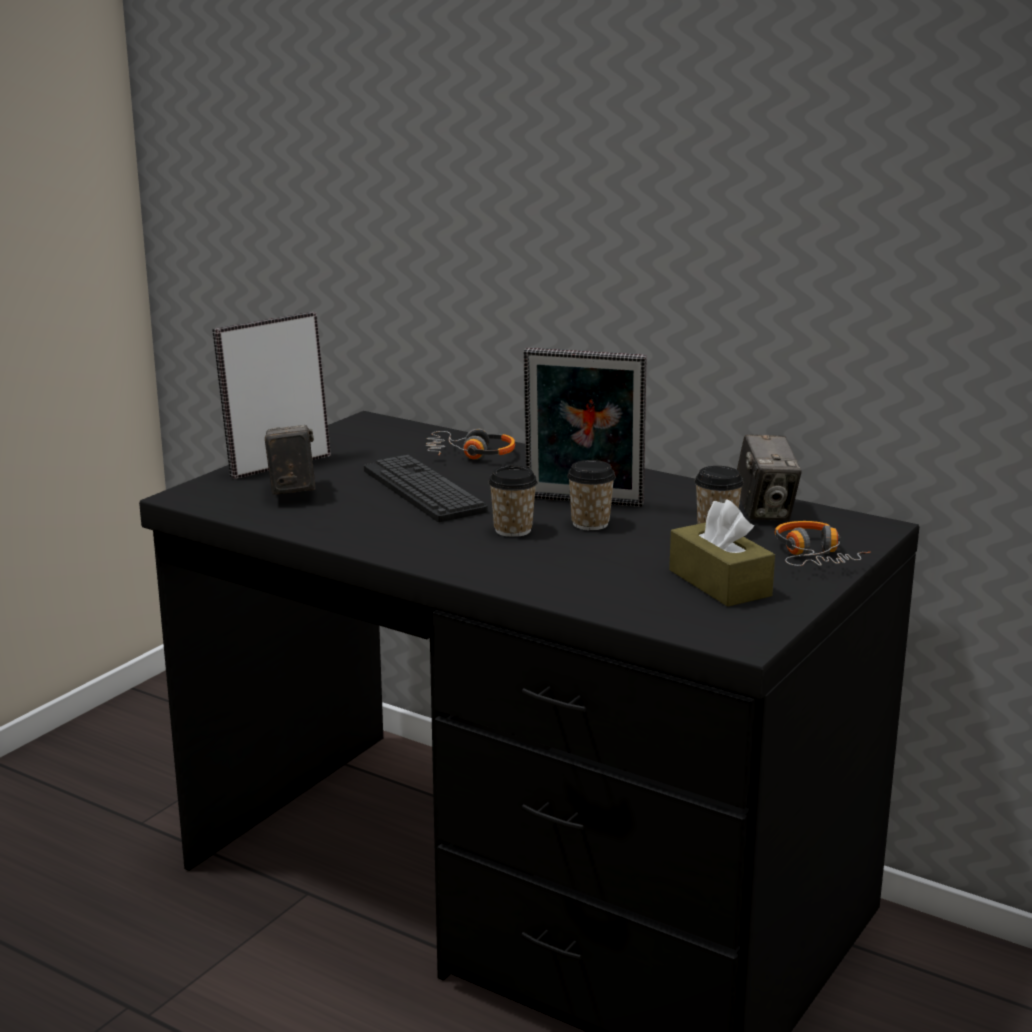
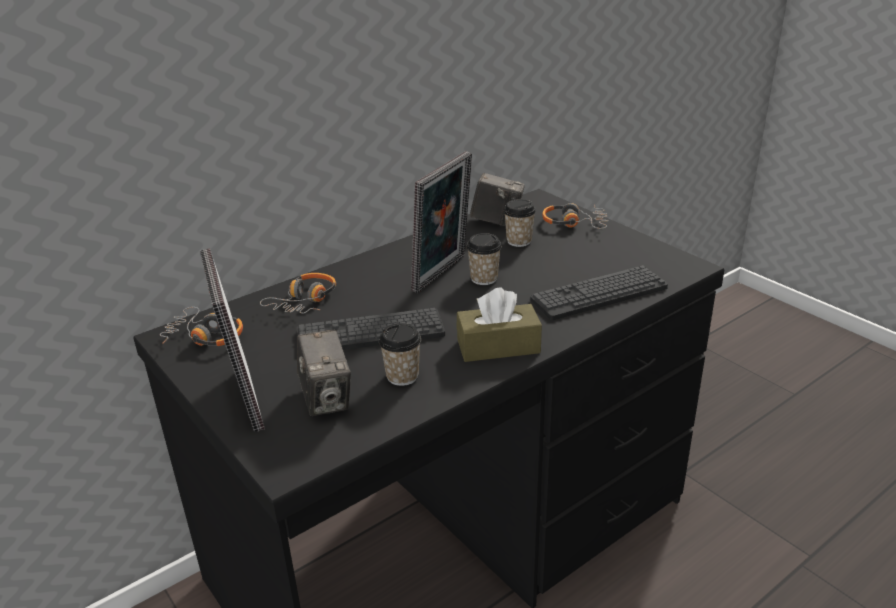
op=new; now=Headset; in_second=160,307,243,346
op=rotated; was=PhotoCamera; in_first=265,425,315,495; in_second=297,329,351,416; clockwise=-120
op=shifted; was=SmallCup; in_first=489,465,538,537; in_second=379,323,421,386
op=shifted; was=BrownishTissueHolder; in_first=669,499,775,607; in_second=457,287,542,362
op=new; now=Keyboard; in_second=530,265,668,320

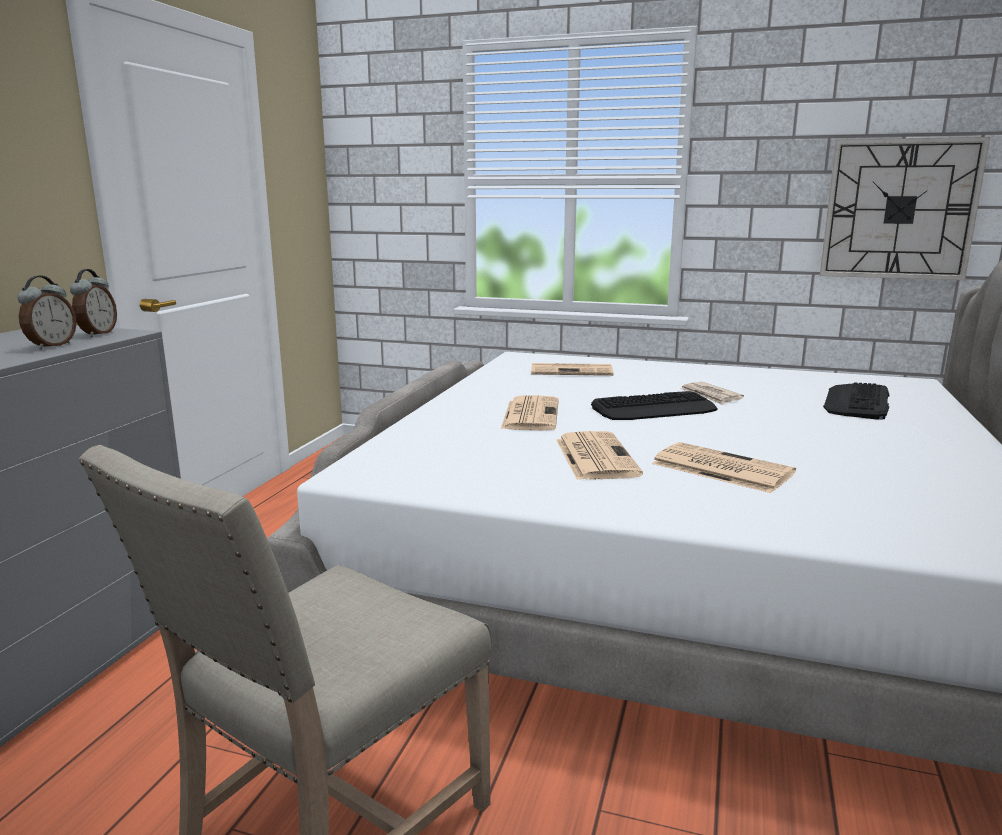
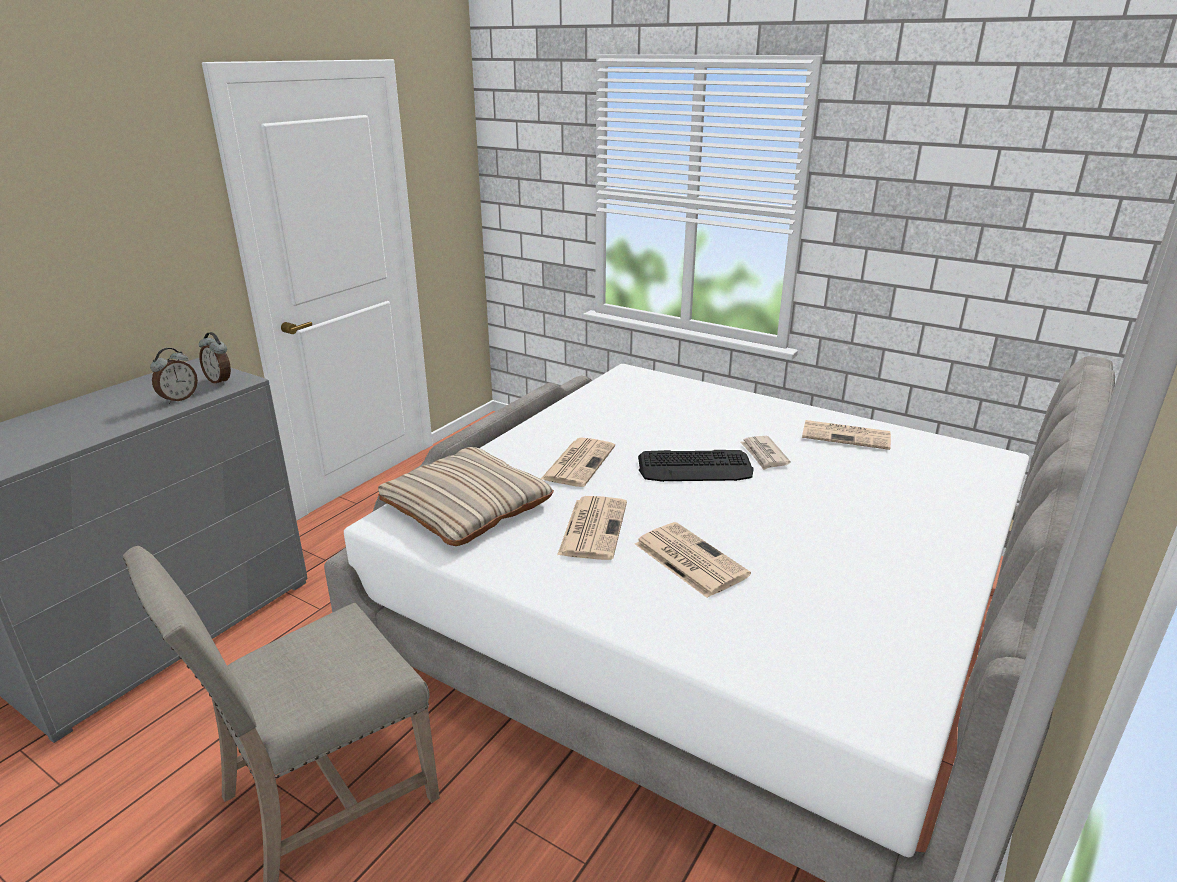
op=rotated; was=AlarmClock; in_first=70,269,117,337; in_second=199,332,231,385; clockwise=105
op=new; now=SandColouredThrowPillow; in_second=378,447,554,546
op=shifted; was=PrintedPaper; in_first=531,363,613,376; in_second=802,420,891,450
op=gone; was=WallClock; in_first=820,137,990,280
op=gone; was=Keyboard; in_first=823,382,889,420

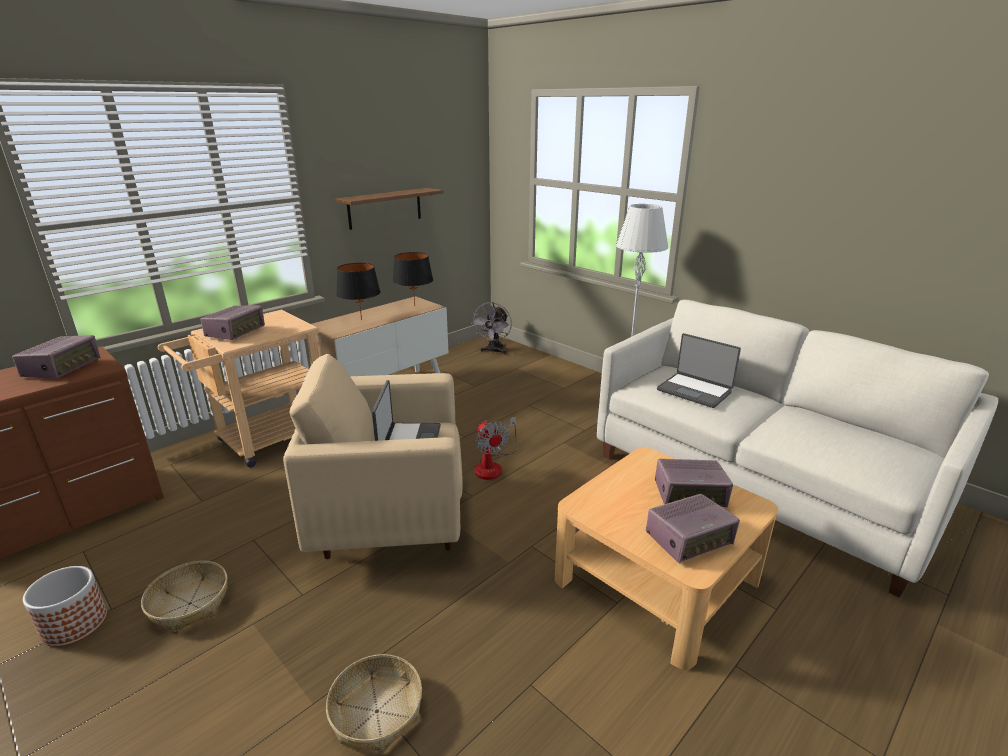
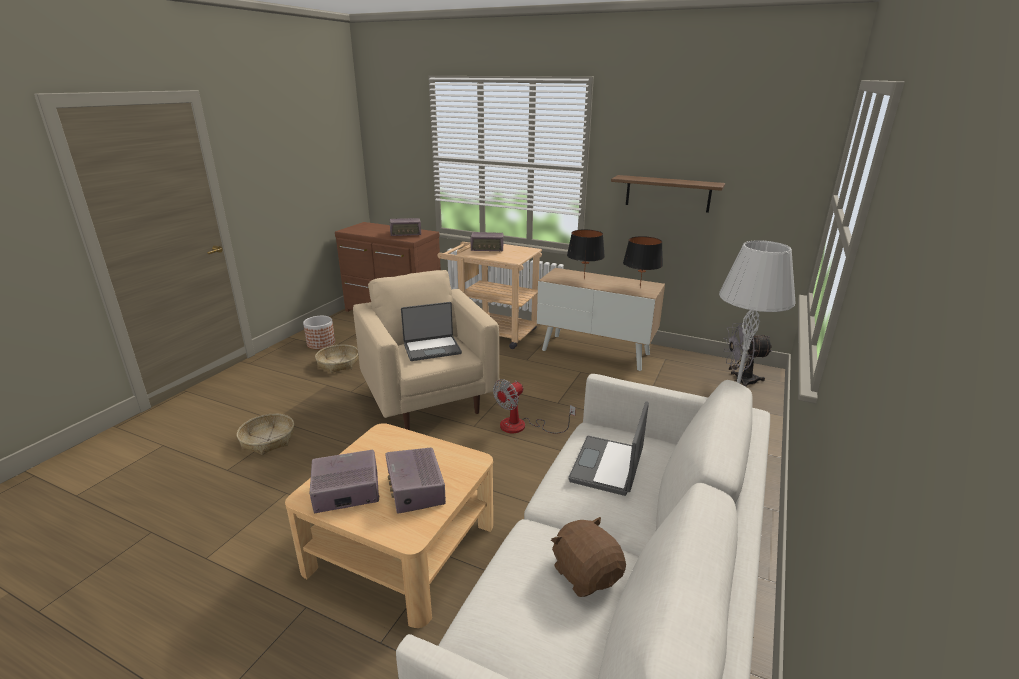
op=rotated; was=RadioSet; in_first=646,494,740,563; in_second=310,450,379,513; clockwise=120
op=new; now=BrownishSoftToy; in_second=551,517,626,597

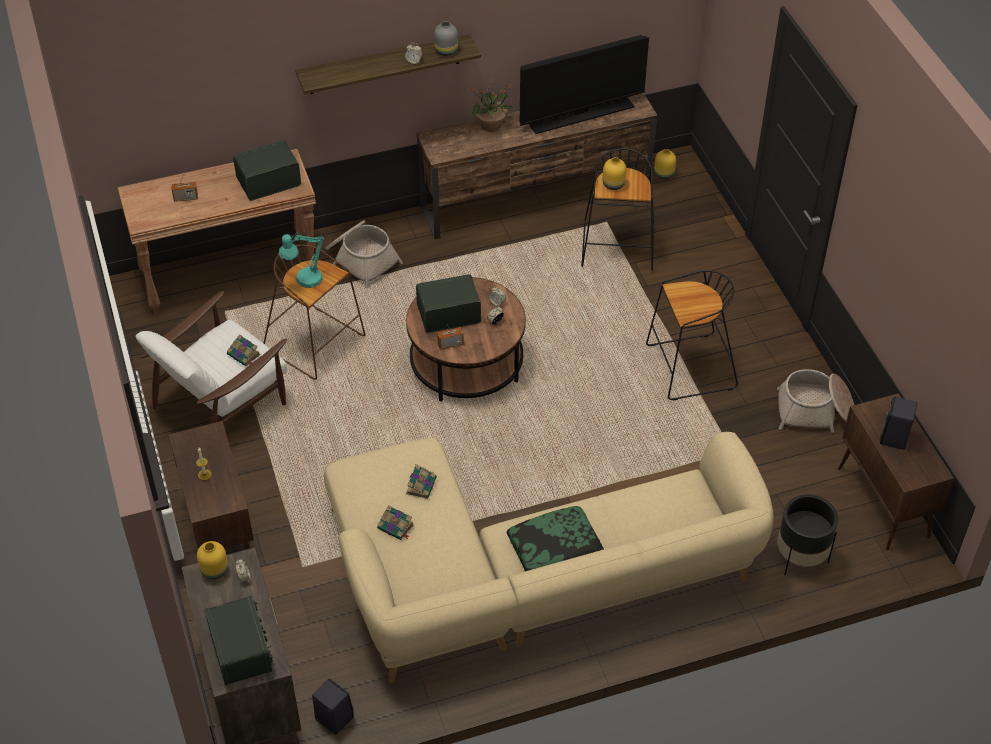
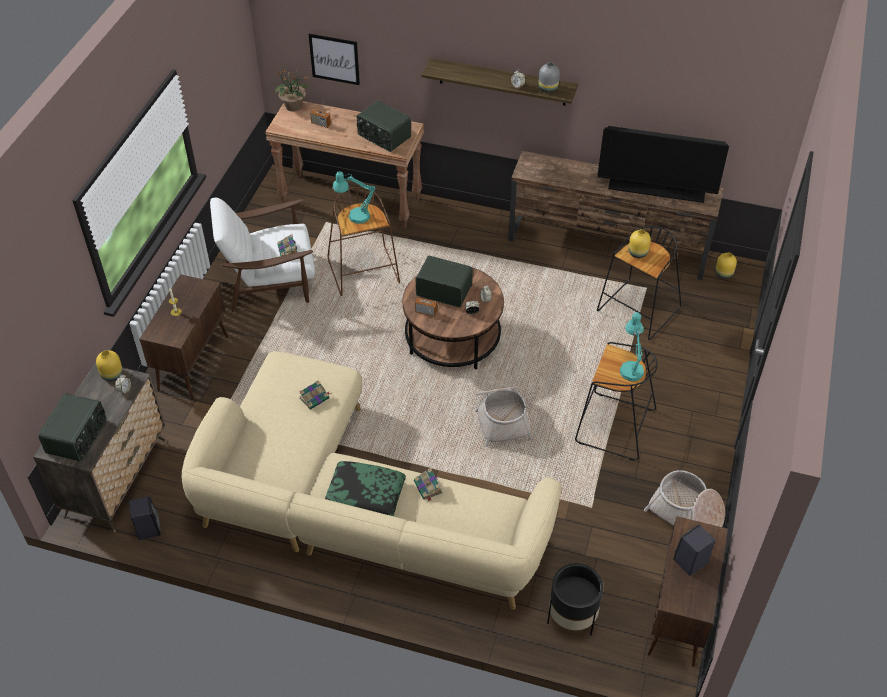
op=shifted; was=PlantInAPot; in_first=470,80,516,132; in_second=275,68,311,111
op=new; now=Picture; in_second=308,34,360,85
op=rotated; was=RadioSet; in_first=233,140,301,201; in_second=357,101,411,152; clockwise=-150
op=shifted; was=BoundBook; in_first=377,505,414,540; in_second=414,468,442,501
op=shifted; was=Basket; in_first=326,220,403,288; in_second=475,386,532,447
op=new; now=TurquoiseTabletopLamp; in_second=620,312,644,381

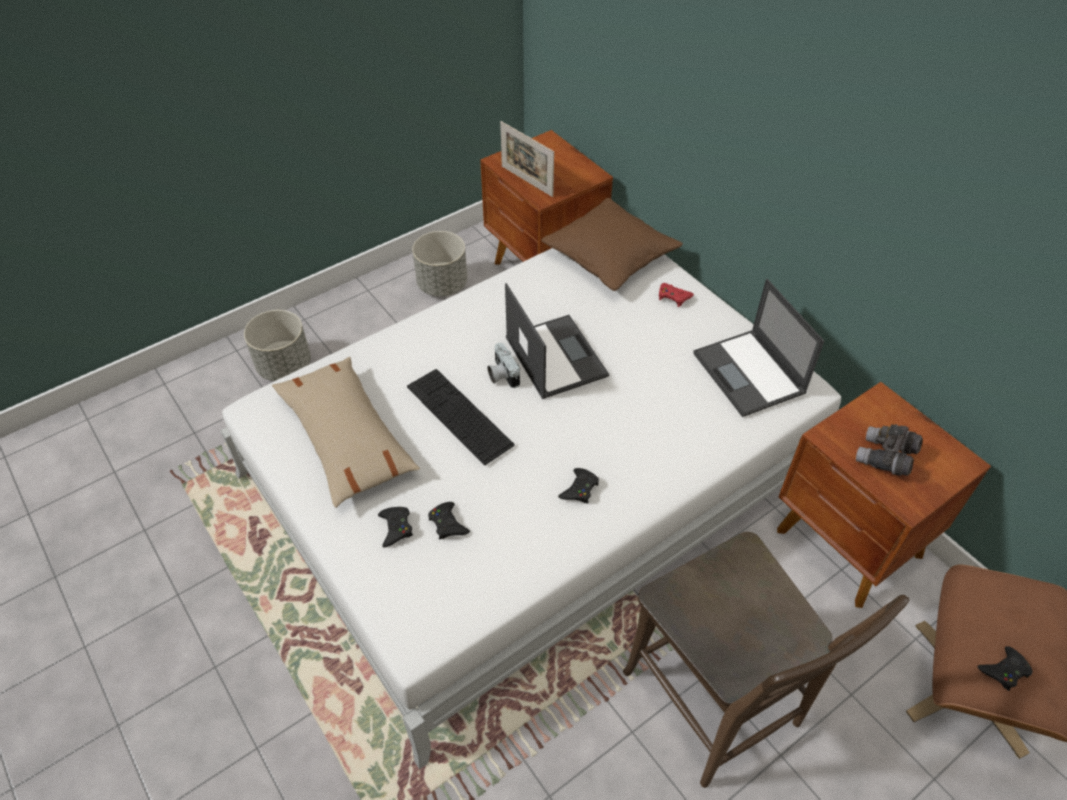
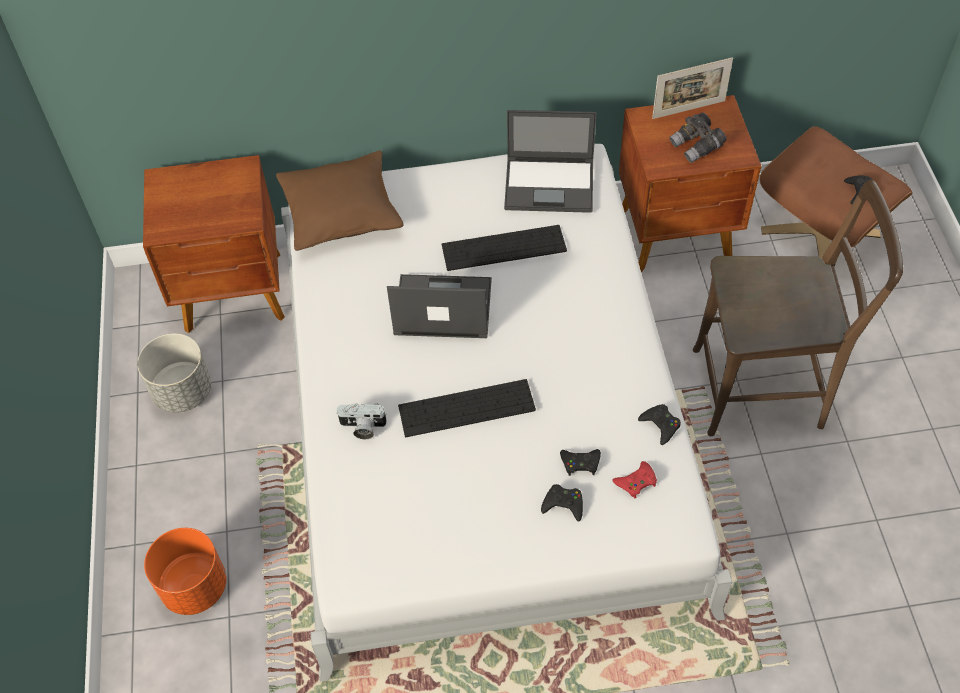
op=repainted; was=GreyishFlowerPot; now=OrangeyFlowerPot; in_first=244,310,311,381; in_second=144,528,226,615
op=shifted; was=PhotoCamera; in_first=487,343,520,388; in_second=336,403,387,439
op=new; now=Keyboard; in_second=442,225,567,271
op=shifted; was=RedColouredGameController; in_first=659,283,694,307; in_second=612,461,657,498
op=shifted; was=BlackGameController; in_first=558,468,599,504; in_second=638,404,681,445
op=shifted; was=PictureFrame; in_first=500,121,554,197; in_second=652,57,733,119
op=gone; was=SandColouredThrowPillow; in_first=272,357,420,508

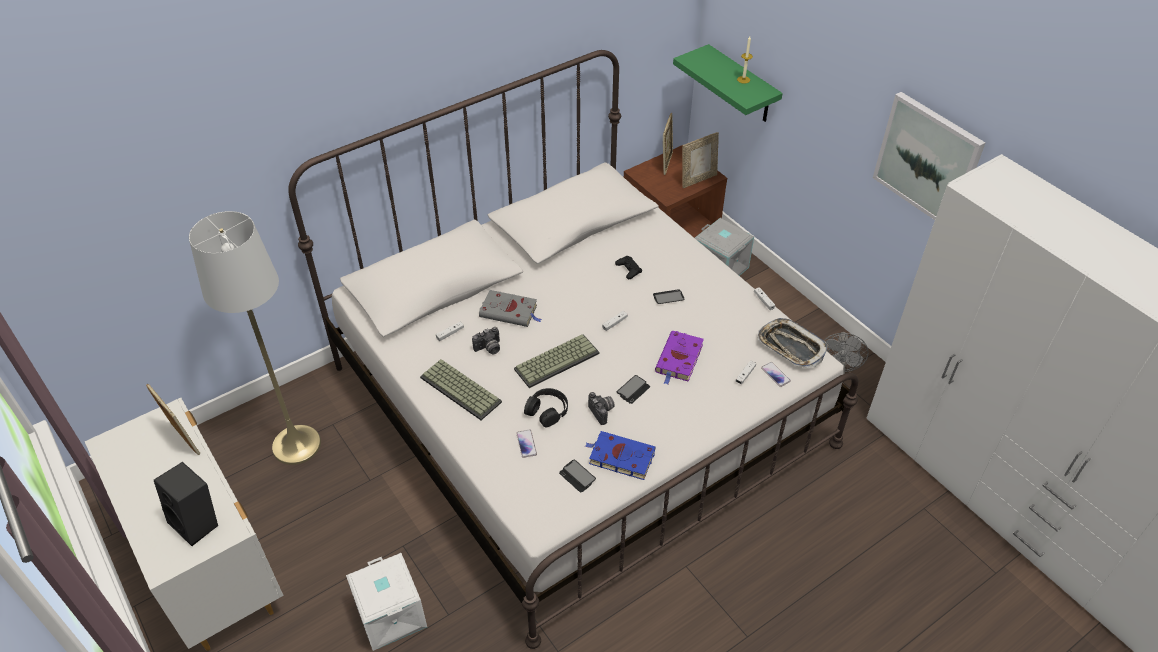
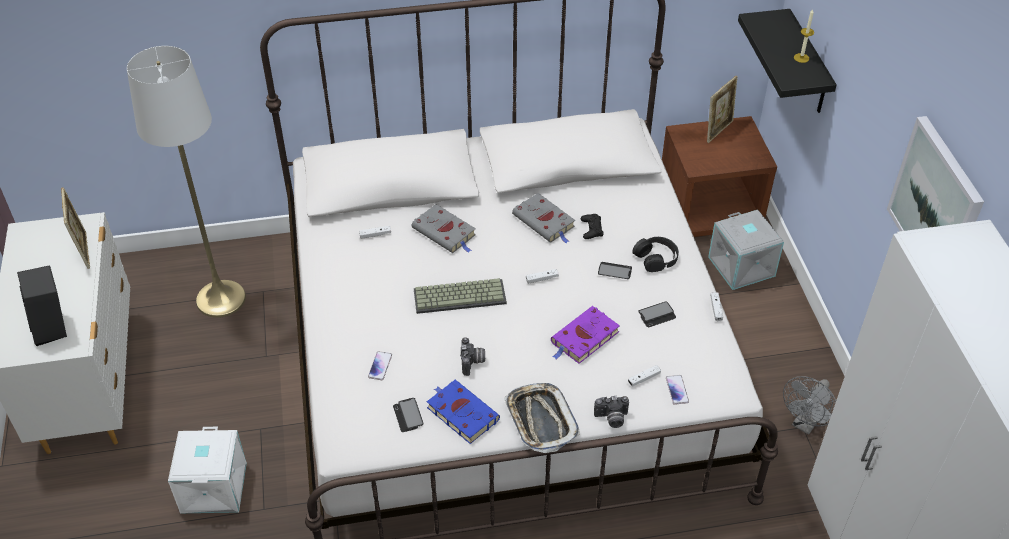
op=shifted; was=ServingTray; in_first=757,318,828,368; in_second=504,383,580,453
op=new; now=GreyishBoundBook; in_second=512,193,575,244
op=shifted; was=PhotoCamera; in_first=472,327,500,354; in_second=594,396,629,428
op=shifted; was=BlackHeadset; in_first=524,388,568,427; in_second=632,237,679,272
op=shifted; was=Telephone; in_first=617,375,650,404; in_second=638,301,676,327
op=repainted; was=GreenColouredShelf; now=BlackShelf; in_first=673,44,783,122; in_second=738,9,837,113
op=gone; was=Keyboard; in_first=420,359,502,420
op=gone; was=PictureFrame; in_first=682,132,719,188

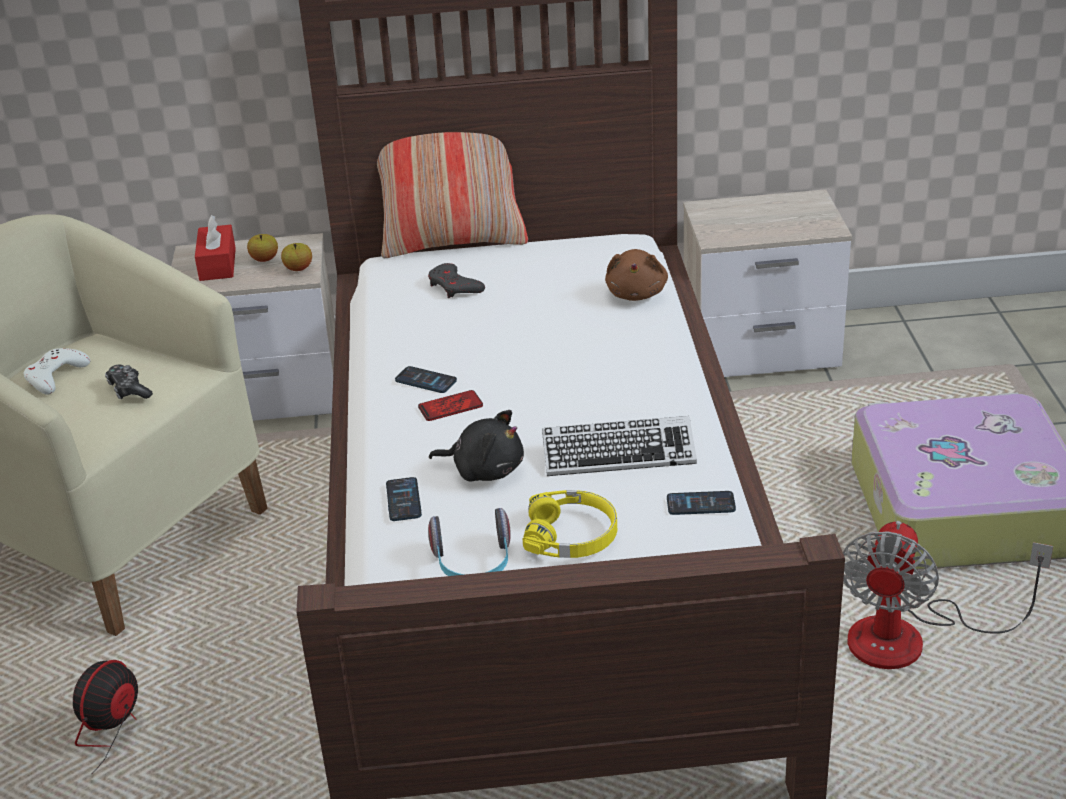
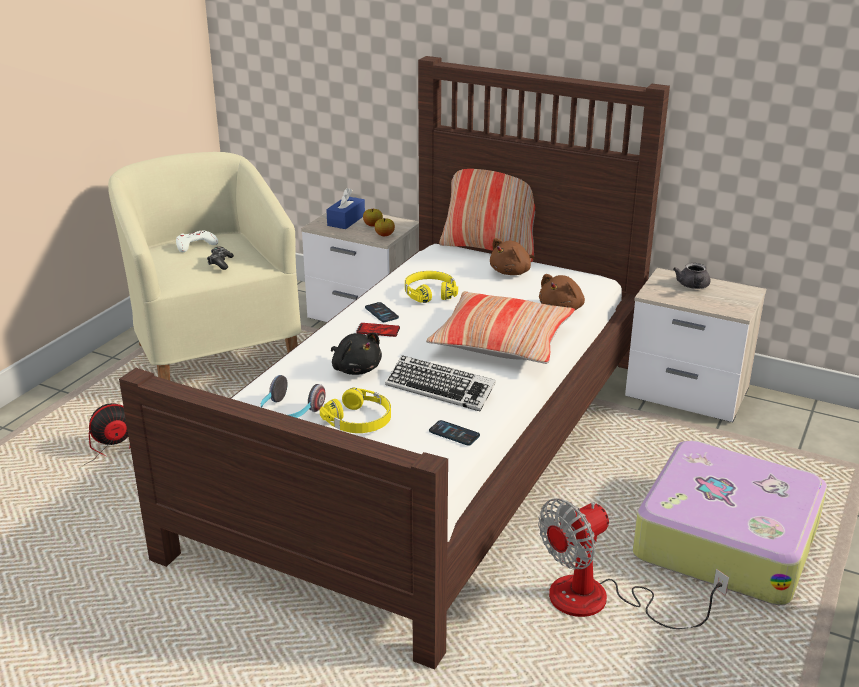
op=repainted; was=RedColouredTissueHolder; now=BlueColouredTissueHolder; in_first=195,215,236,281; in_second=326,188,365,229
op=new; now=YellowHeadset; in_second=405,271,458,303
op=new; now=ThrowPillow; in_second=426,291,575,364
op=new; now=BrownishSoftToy; in_second=490,238,534,275
op=new; now=GreyishPotForTea; in_second=673,263,711,289
op=gone; was=Telephone; in_first=386,477,422,521
op=gone; was=GreyishGameController; in_first=428,263,485,298

